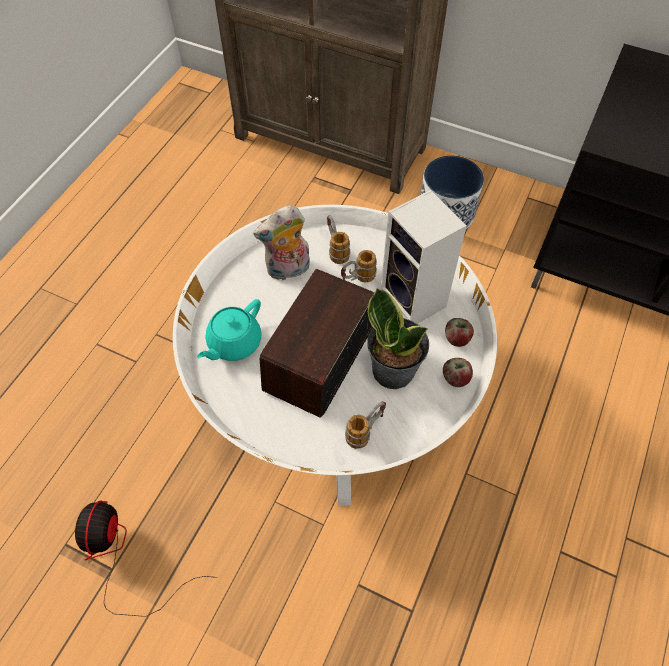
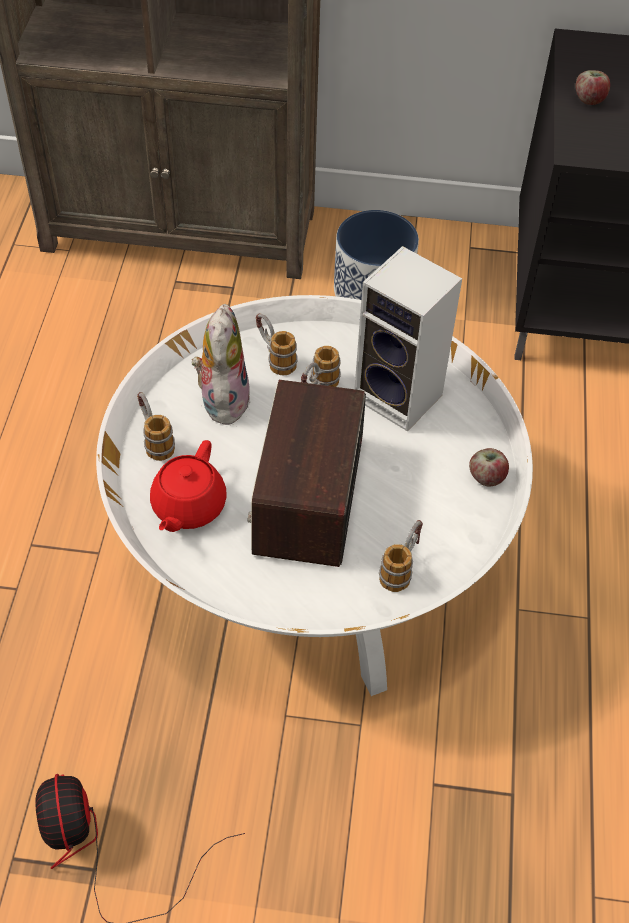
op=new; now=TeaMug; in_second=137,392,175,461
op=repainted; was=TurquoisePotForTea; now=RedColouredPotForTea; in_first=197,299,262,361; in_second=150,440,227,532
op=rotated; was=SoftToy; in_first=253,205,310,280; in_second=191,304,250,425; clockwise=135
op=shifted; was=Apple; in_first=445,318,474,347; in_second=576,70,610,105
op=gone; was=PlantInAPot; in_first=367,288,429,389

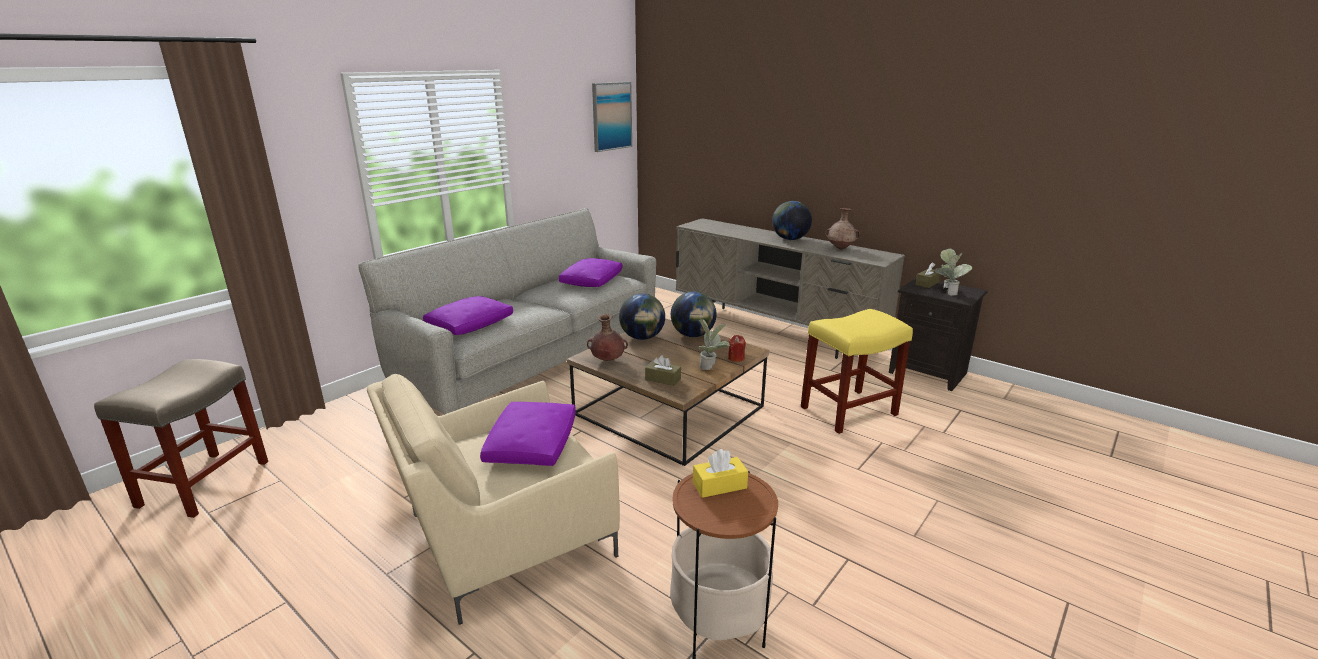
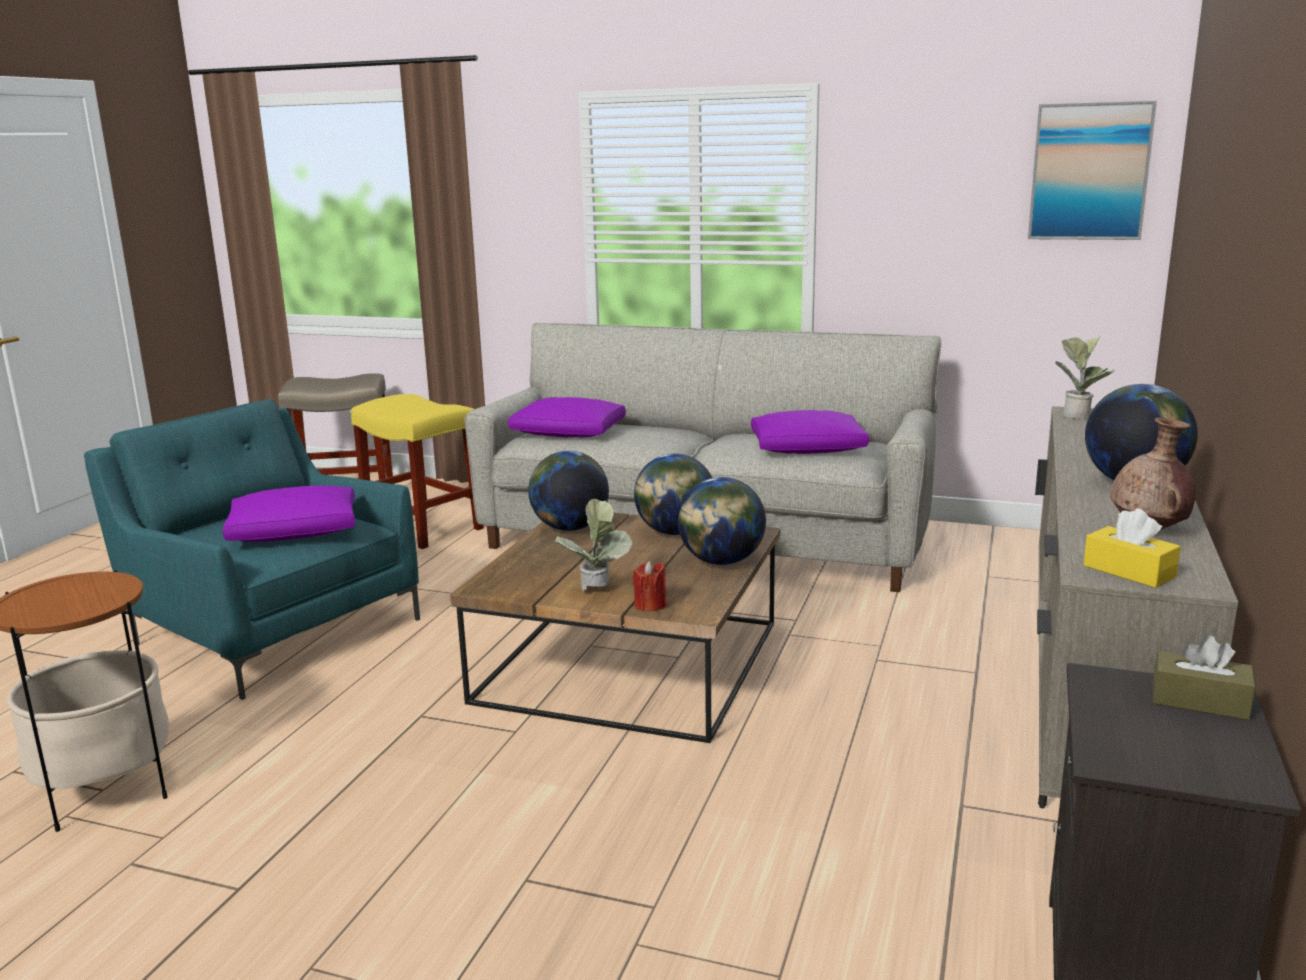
op=repainted; was=SandColouredEasyChair; now=TurquoiseEasyChair; in_first=367,374,620,625; in_second=84,399,420,700
op=shifted; was=YellowSittingStool; in_first=801,309,913,434; in_second=351,394,484,549
op=swapped; was=BrownishFlowerVase; now=Globe; in_first=587,314,628,361; in_second=528,451,609,531
op=shifted; was=PlantInAPot; in_first=934,249,972,296; in_second=1055,337,1115,419
op=shifted; was=YellowTissueHolder; in_first=693,449,748,498; in_second=1083,509,1181,588
op=gone; was=BrownishTissueHolder; in_first=645,355,681,386

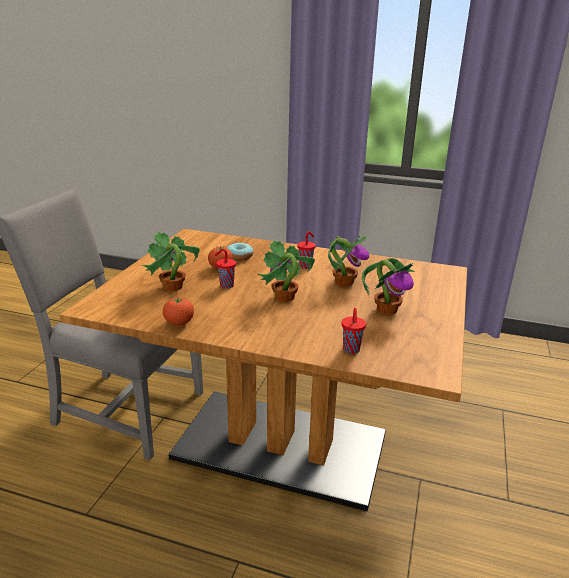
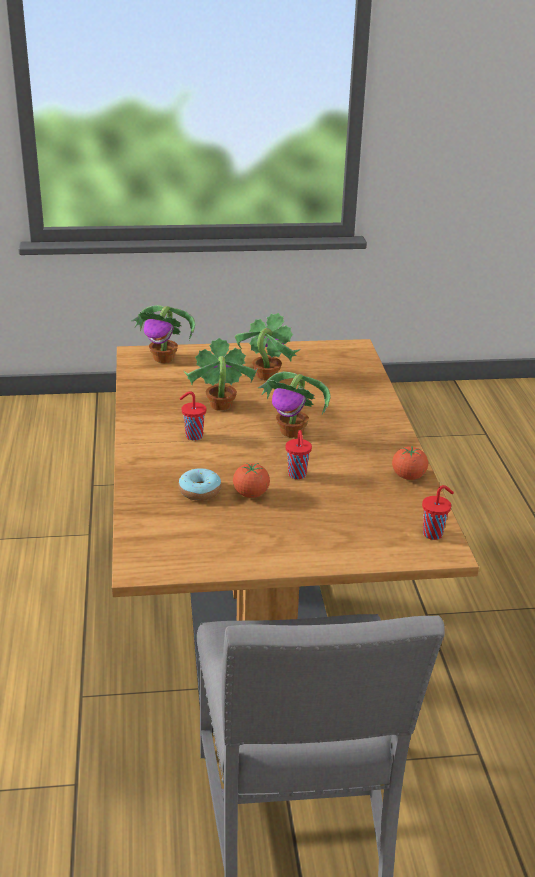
op=shifted; was=PlantInAPot; in_first=142,232,200,292; in_second=131,305,195,363
op=shifted; was=RedColouredSmallCup; in_first=342,308,366,354; in_second=422,485,454,540

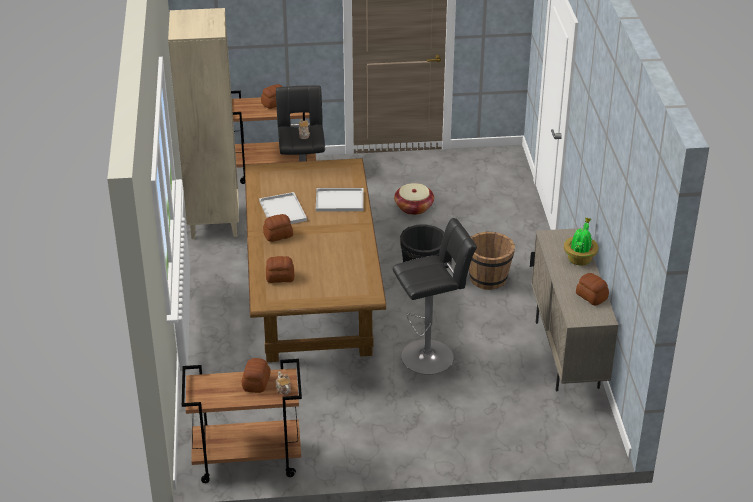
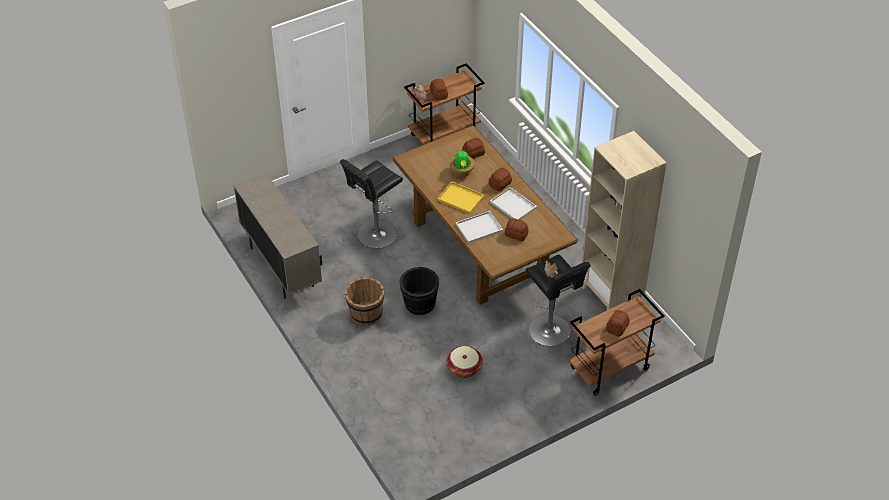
op=new; now=YellowServingTray; in_second=437,182,484,214
op=shifted; was=PlantInAPot; in_first=564,217,598,265; in_second=450,150,475,177
op=shifted; was=BakeryBread; in_first=576,273,609,305; in_second=505,218,528,241

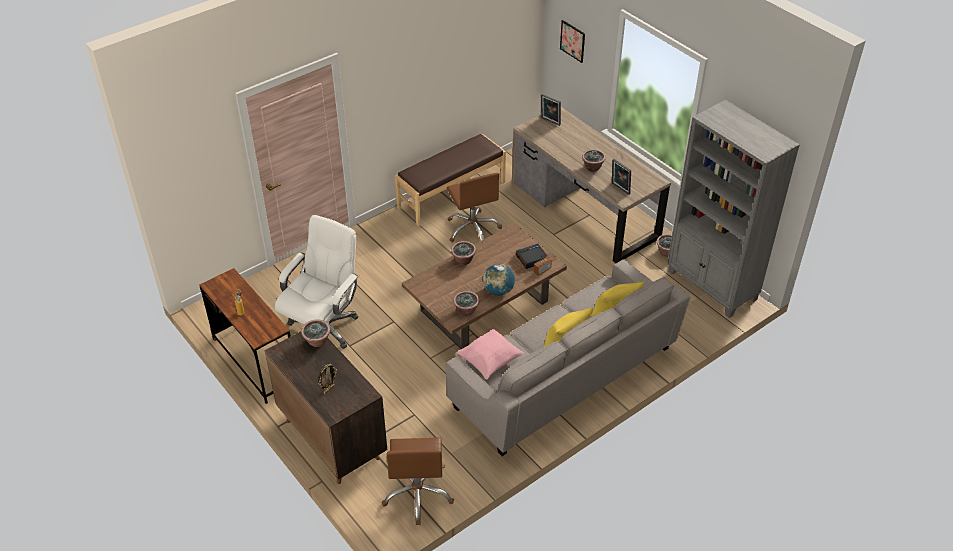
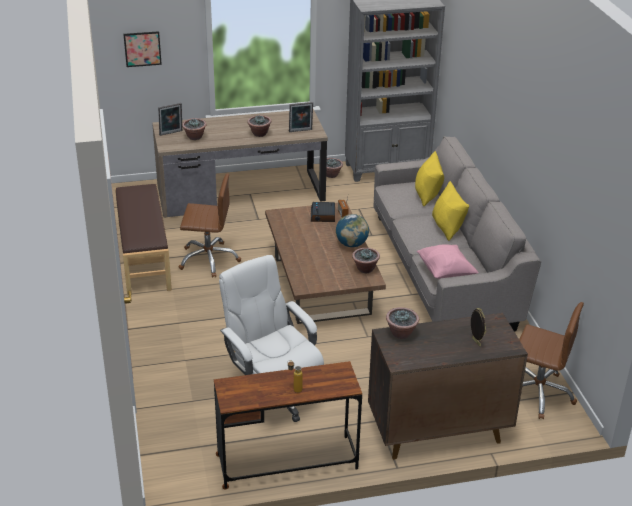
op=shifted; was=PlantInAPot; in_first=451,241,476,265; in_second=182,118,206,140

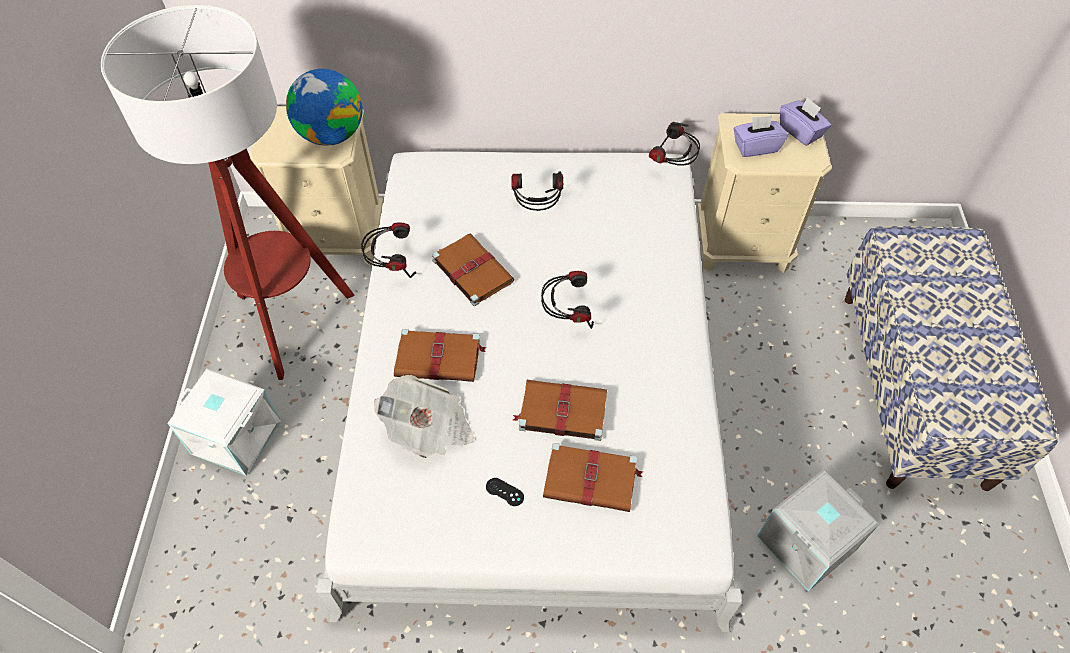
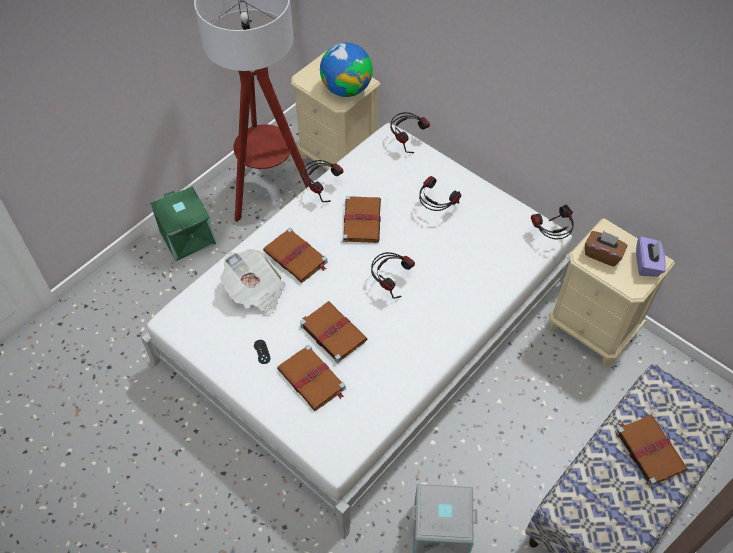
op=repainted; was=WhiteColouredStorageBin; now=GreenColouredStorageBin; in_first=167,369,281,476; in_second=150,186,216,262
op=new; now=Headset; in_second=390,112,430,153
op=repainted; was=PurpleTissueHolder; now=BrownishTissueHolder; in_first=734,115,788,157; in_second=585,231,628,267
op=new; now=BrownishBoundBook; in_second=615,415,688,487

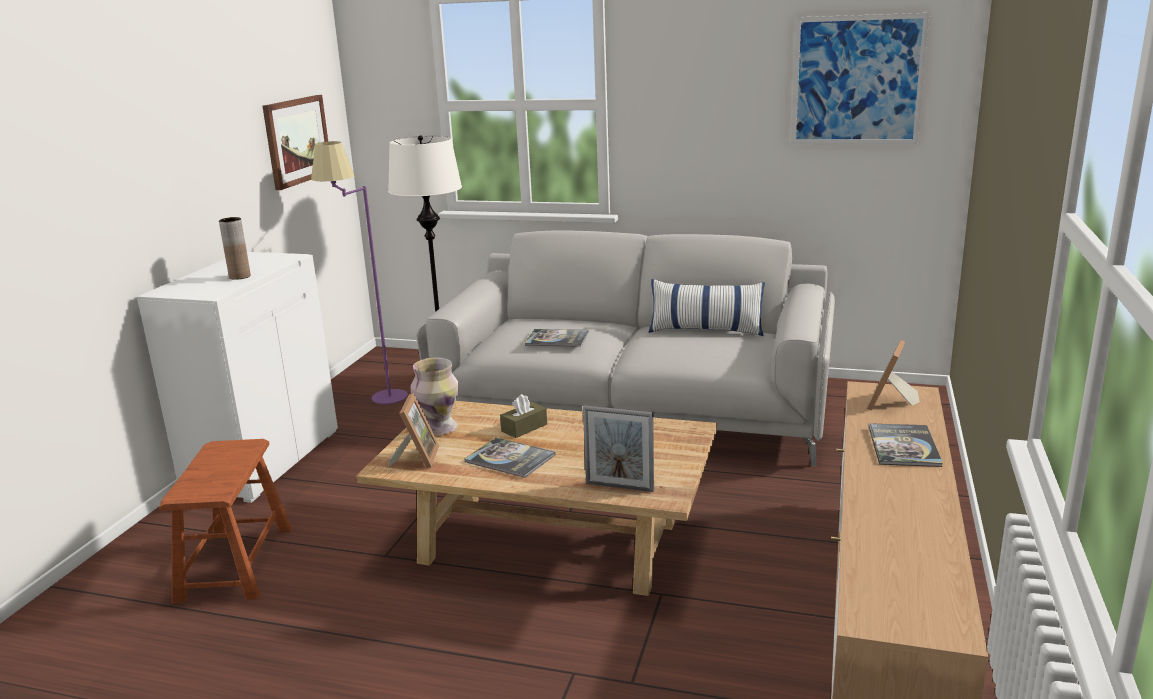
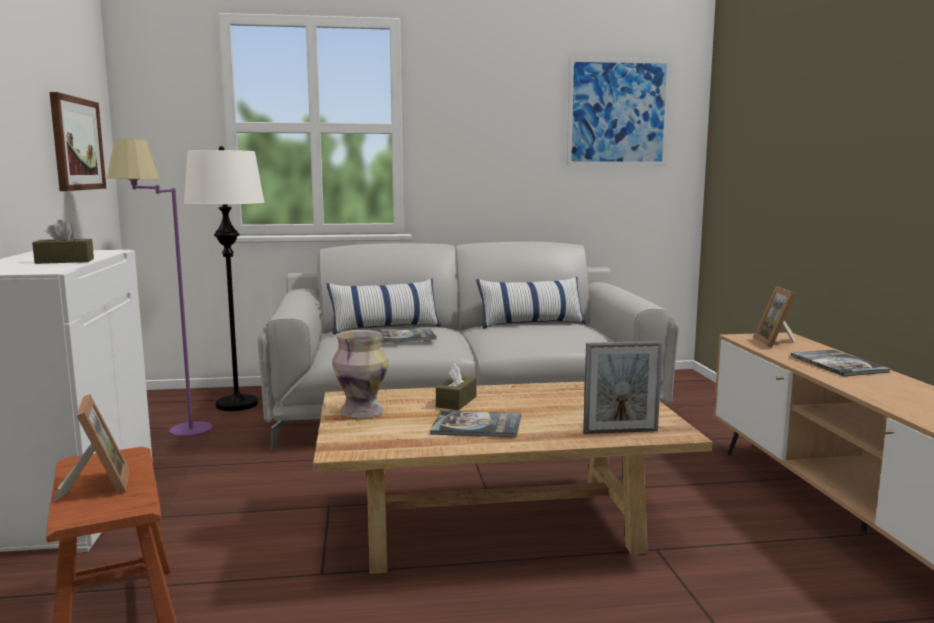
op=swapped; was=BrownishFlowerVase; now=BrownishTissueHolder; in_first=219,217,251,280; in_second=32,220,94,264
op=shifted; was=PictureFrame; in_first=388,393,439,468; in_second=54,394,129,501
op=new; now=ThrowPillow; in_second=326,279,441,334

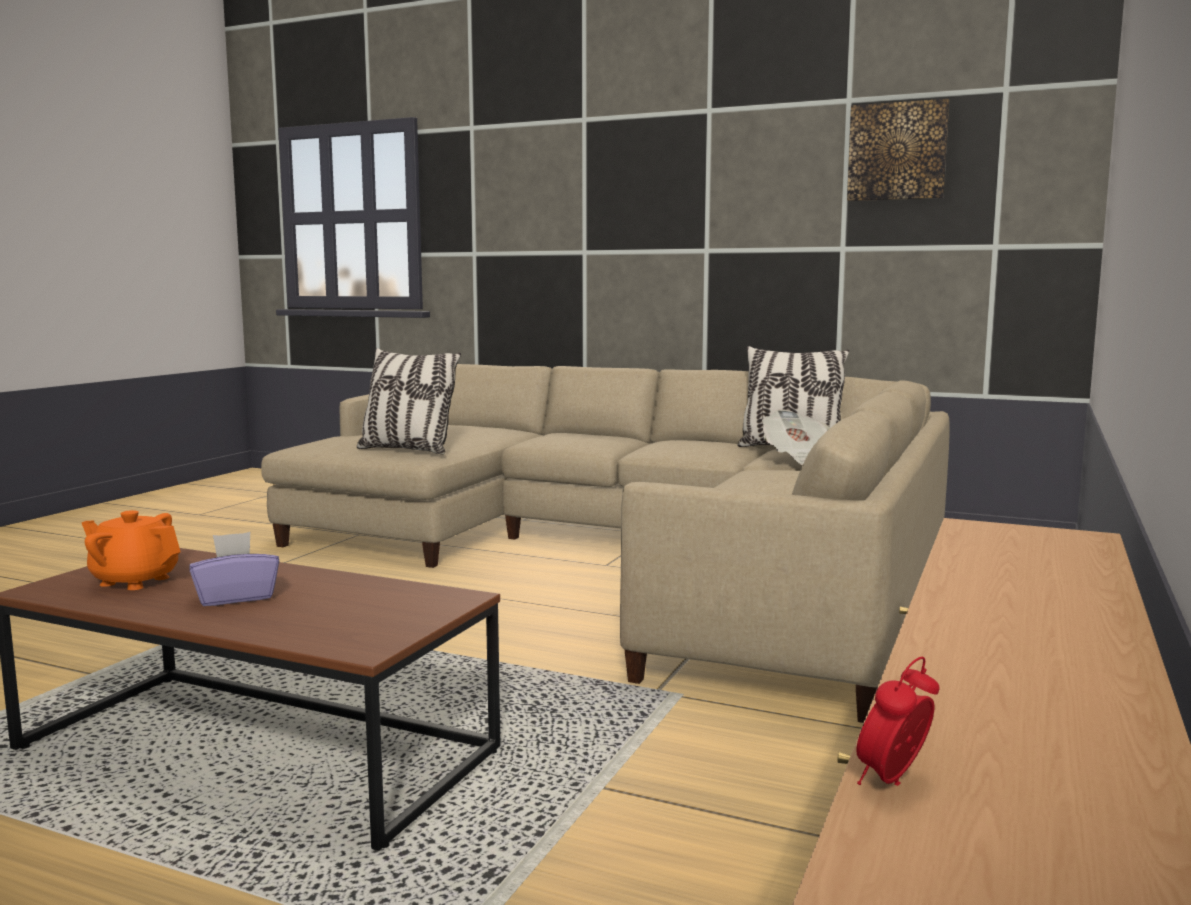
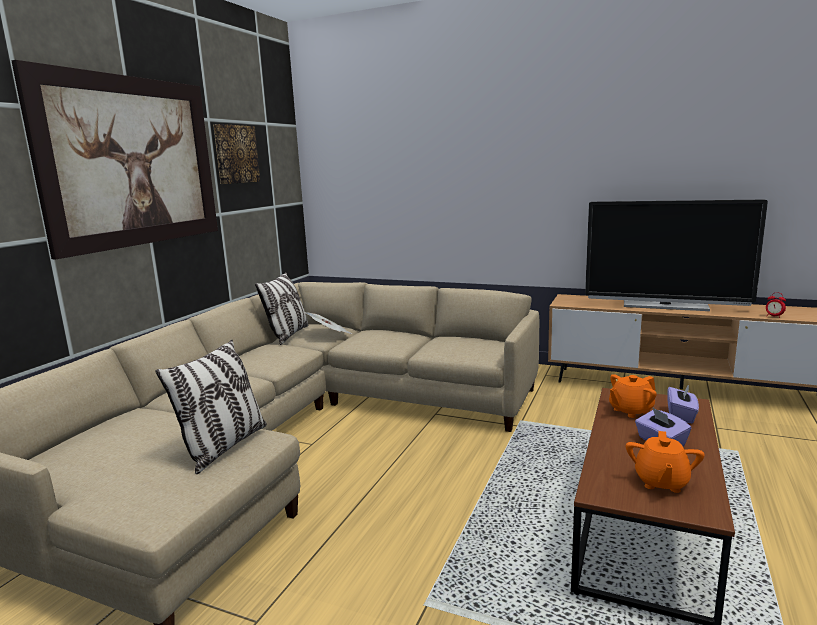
op=new; now=Picture; in_second=11,60,218,259
op=new; now=Tv; in_second=585,199,768,311
op=new; now=OrangeyPotForTea; in_second=609,374,657,418
op=new; now=PurpleTissueHolder; in_second=668,384,699,423

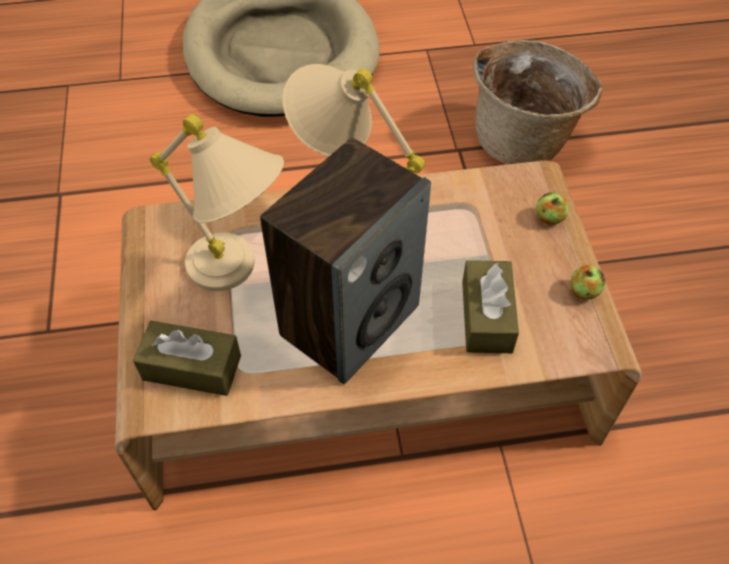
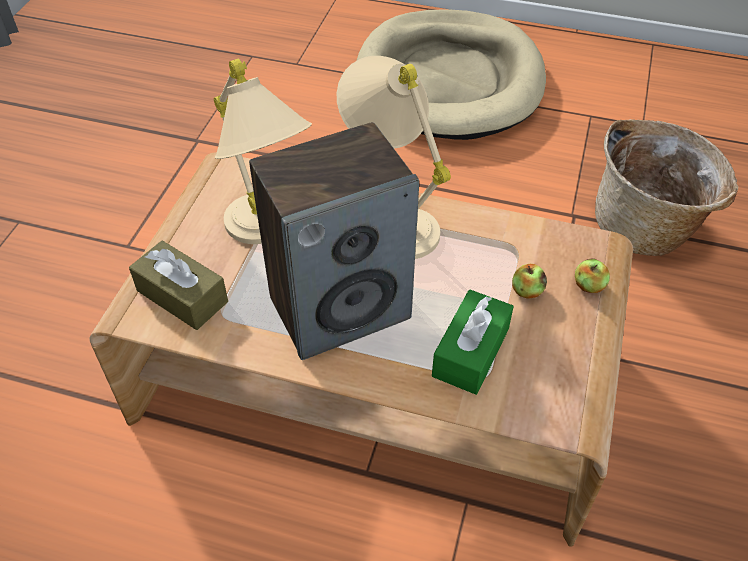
op=repainted; was=BrownishTissueHolder; now=GreenColouredTissueHolder; in_first=462,260,519,353; in_second=432,290,514,395
op=shifted; was=Apple; in_first=570,265,605,300; in_second=512,264,547,299

